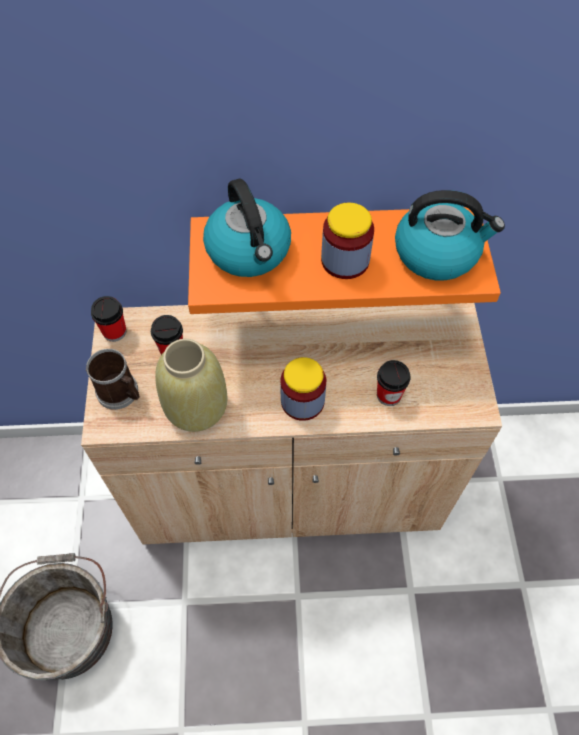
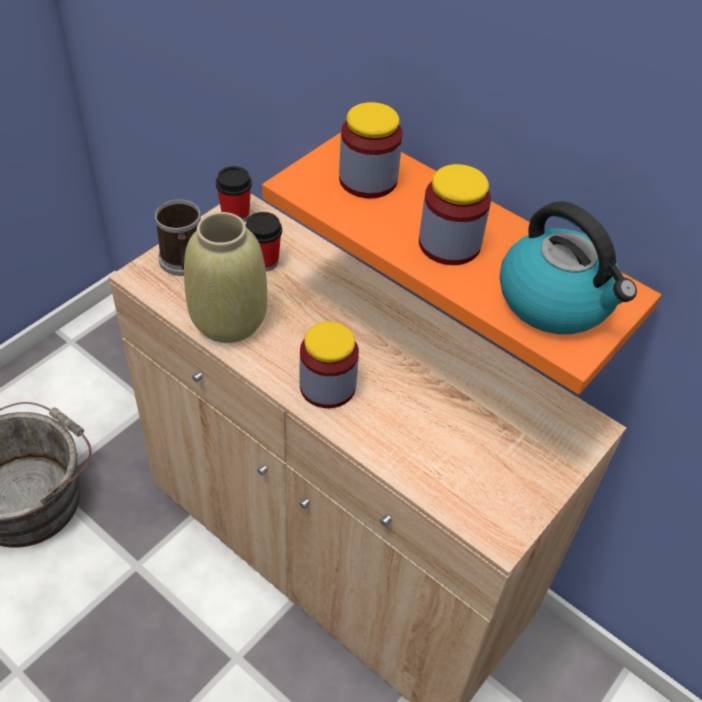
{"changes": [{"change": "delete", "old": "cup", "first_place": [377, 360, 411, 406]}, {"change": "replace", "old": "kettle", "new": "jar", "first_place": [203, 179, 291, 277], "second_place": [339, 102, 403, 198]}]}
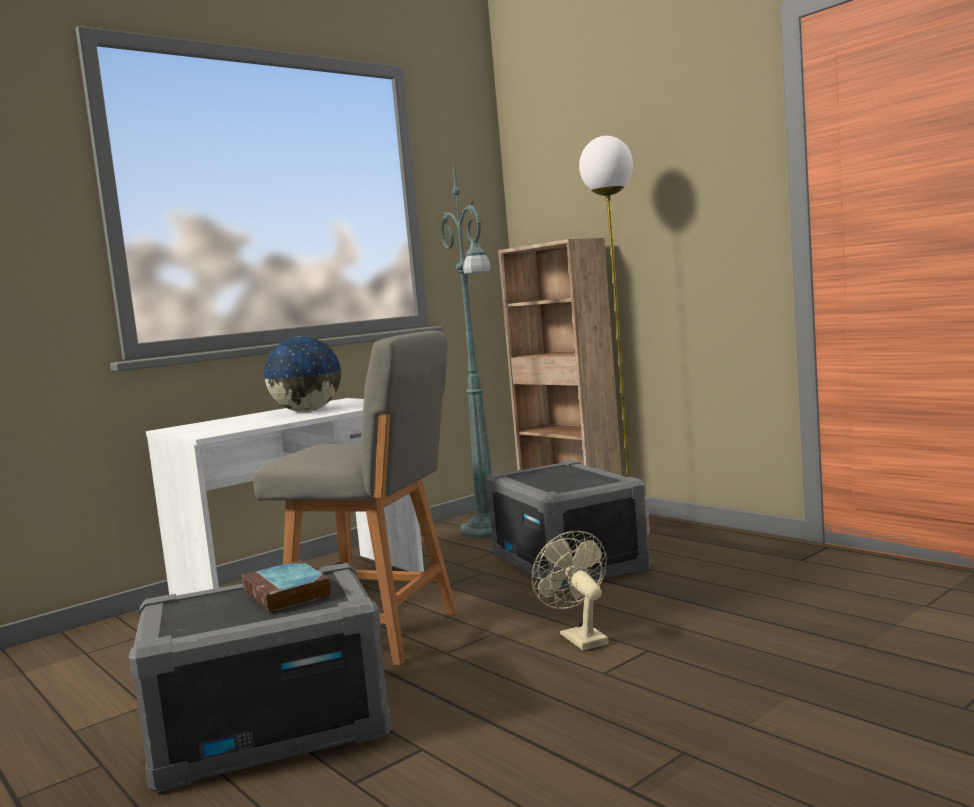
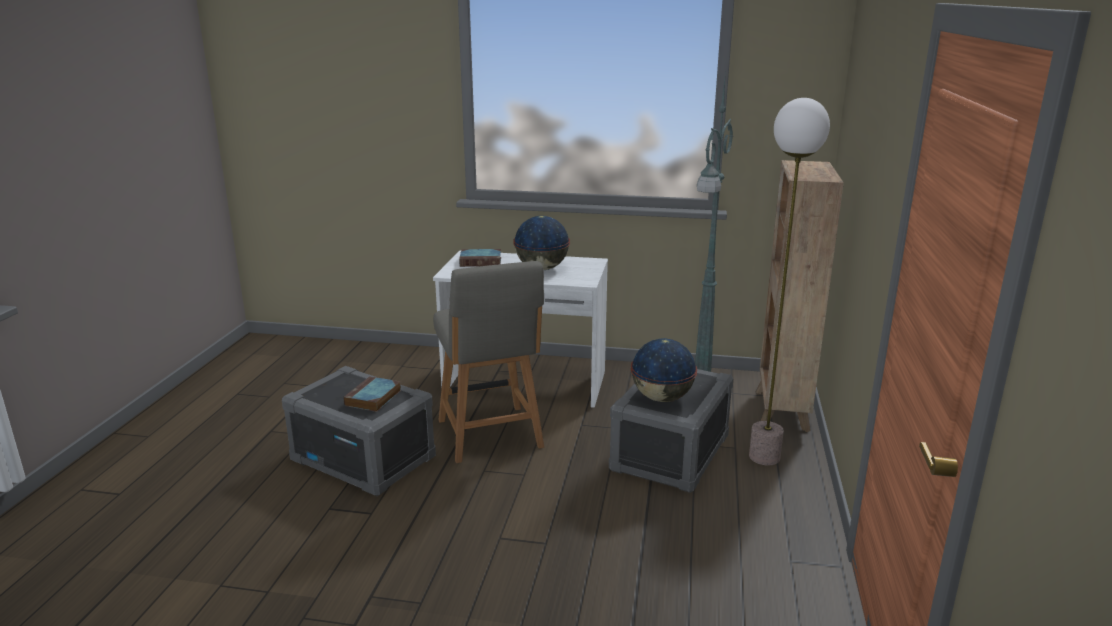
{"changes": [{"change": "delete", "old": "fan in beige", "first_place": [531, 531, 609, 650]}, {"change": "insert", "new": "book", "second_place": [459, 249, 501, 267]}, {"change": "insert", "new": "globe", "second_place": [631, 338, 697, 402]}]}
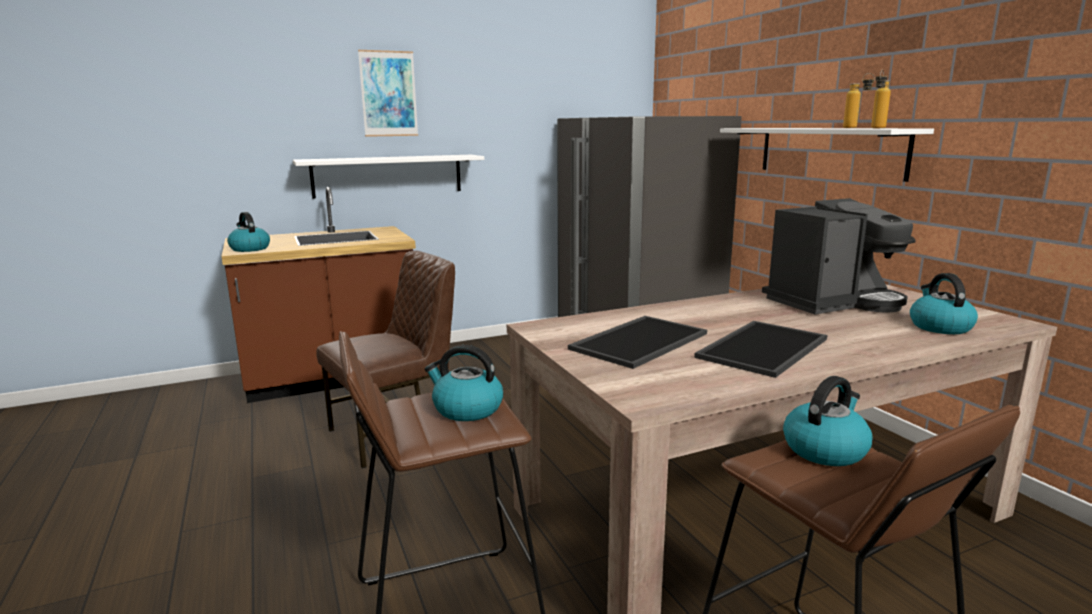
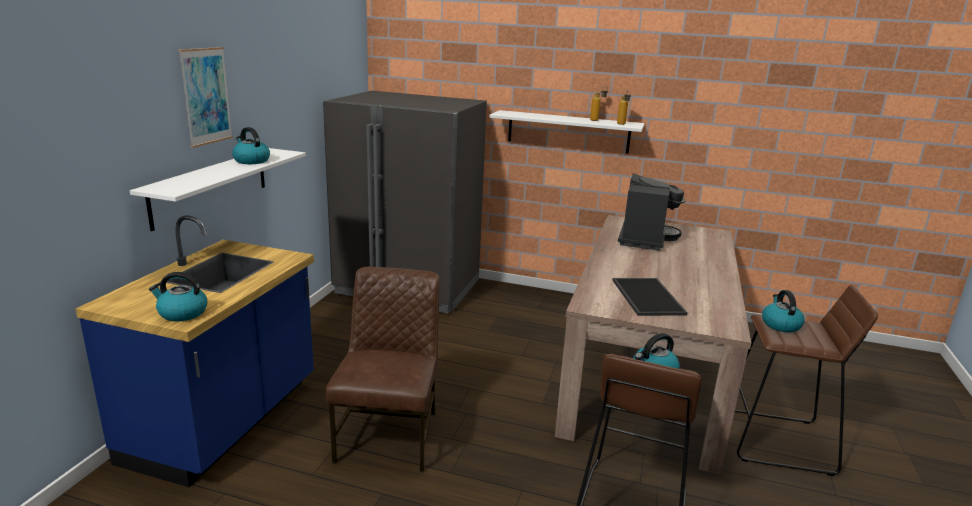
{"changes": [{"change": "delete", "old": "tray", "first_place": [694, 321, 827, 378]}, {"change": "move", "old": "kettle", "first_place": [910, 273, 978, 334], "second_place": [232, 127, 270, 164]}, {"change": "recolor", "old": "counter in brown", "new": "counter in blue", "first_place": [221, 187, 416, 403], "second_place": [76, 215, 314, 487]}]}
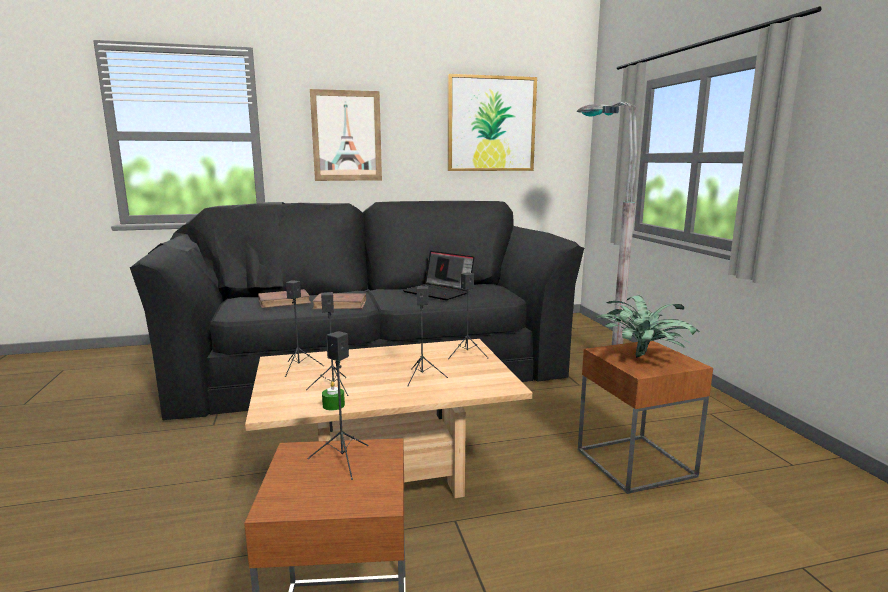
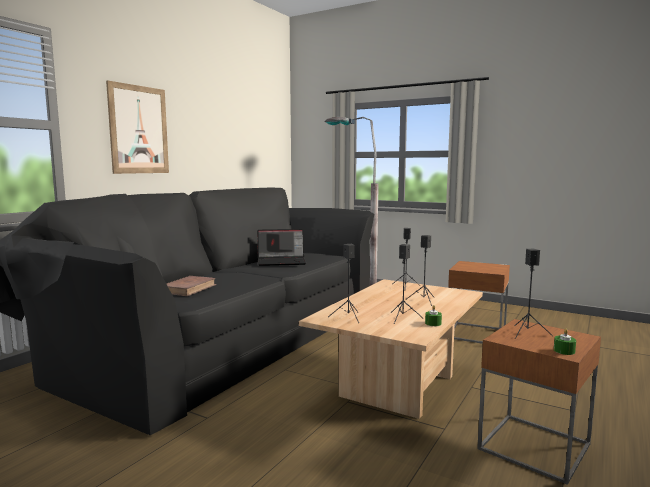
{"changes": [{"change": "delete", "old": "book in brown", "first_place": [312, 293, 366, 309]}, {"change": "delete", "old": "picture", "first_place": [448, 74, 537, 171]}, {"change": "delete", "old": "potted plant", "first_place": [595, 295, 699, 358]}, {"change": "insert", "new": "candle in green", "second_place": [554, 329, 576, 355]}]}
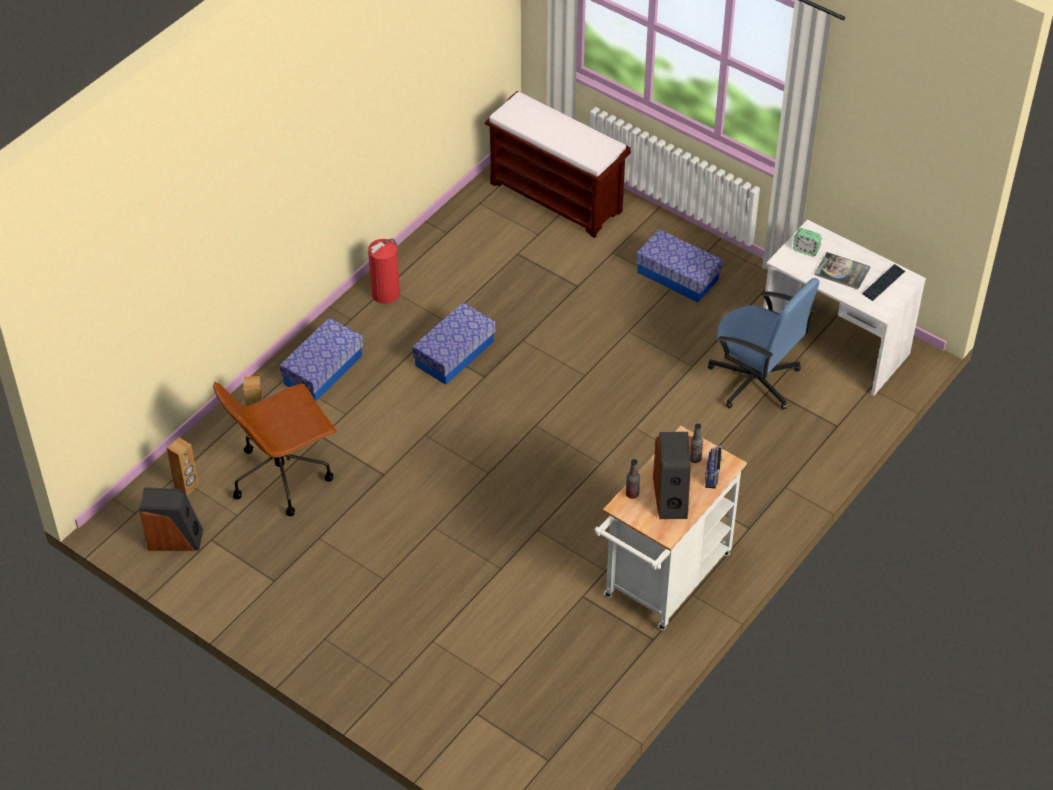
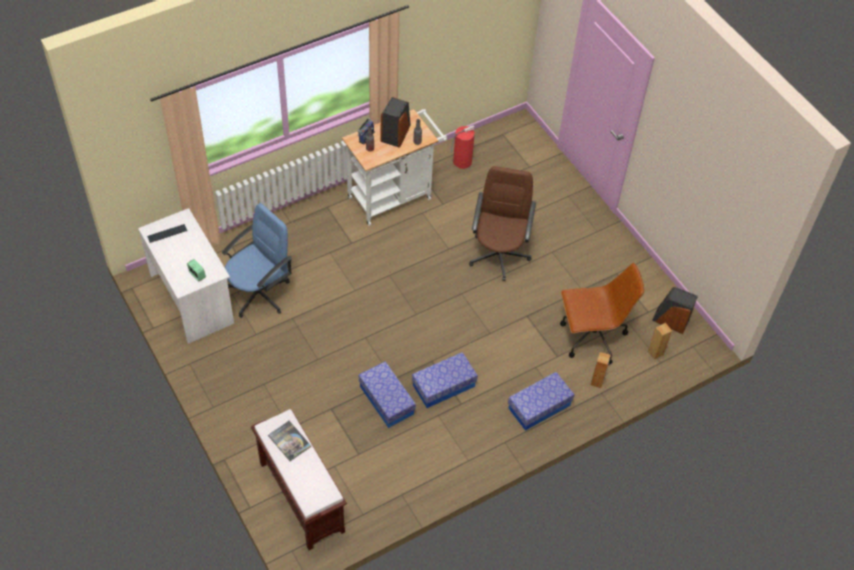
{"changes": [{"change": "insert", "new": "office chair in brown", "second_place": [469, 166, 536, 281]}, {"change": "move", "old": "fire extinguisher", "first_place": [368, 239, 400, 304], "second_place": [451, 125, 475, 169]}, {"change": "move", "old": "storage box", "first_place": [636, 229, 723, 302], "second_place": [359, 361, 416, 428]}, {"change": "move", "old": "book", "first_place": [814, 252, 871, 289], "second_place": [268, 421, 311, 461]}, {"change": "rotate", "old": "office chair in blue", "first_place": [708, 278, 820, 410], "second_place": [222, 203, 292, 318], "degrees": 75}]}
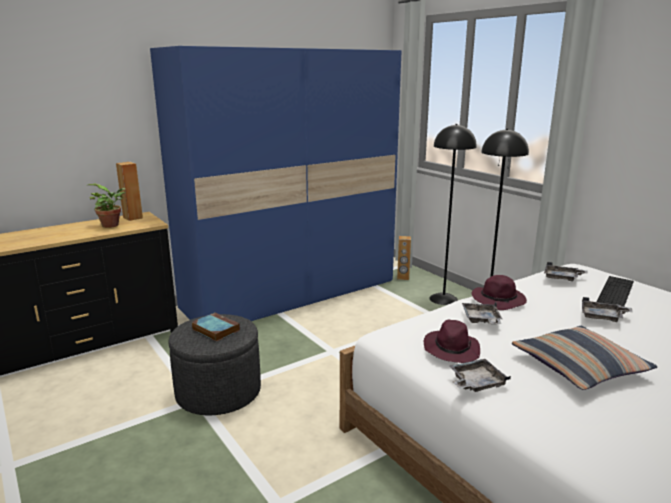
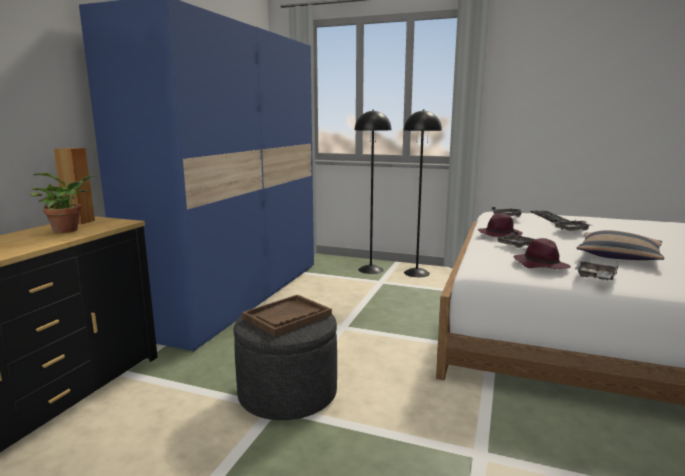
{"changes": [{"change": "delete", "old": "speaker in brown", "first_place": [397, 236, 411, 280]}, {"change": "replace", "old": "book", "new": "tray in brown", "first_place": [192, 312, 240, 342], "second_place": [242, 295, 332, 337]}]}
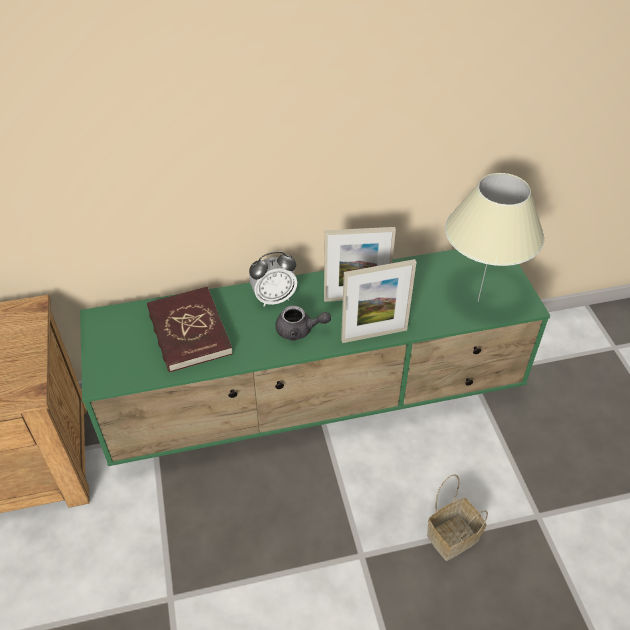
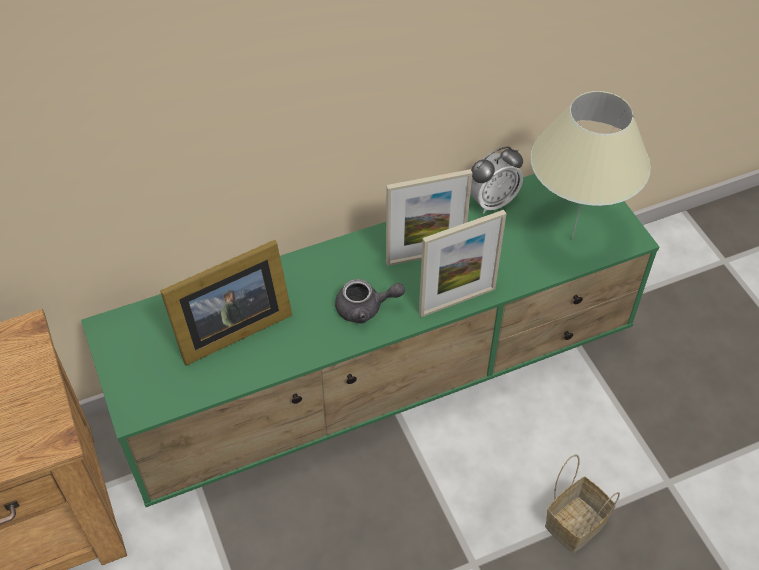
{"changes": [{"change": "move", "old": "alarm clock", "first_place": [249, 251, 297, 306], "second_place": [470, 147, 523, 213]}, {"change": "replace", "old": "book in red", "new": "picture frame", "first_place": [147, 287, 233, 373], "second_place": [160, 240, 292, 366]}]}
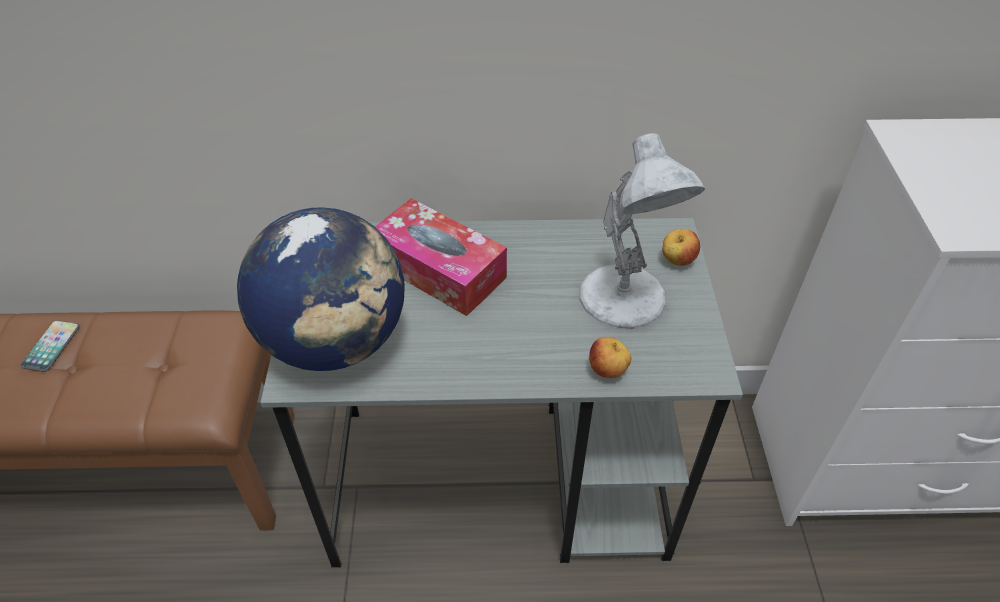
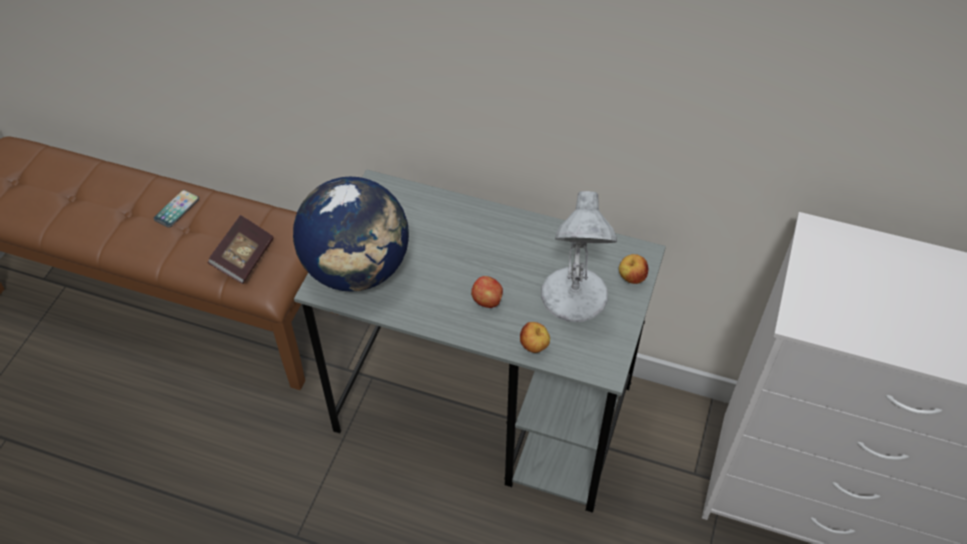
{"changes": [{"change": "delete", "old": "tissue box", "first_place": [375, 198, 507, 316]}, {"change": "insert", "new": "book", "second_place": [207, 215, 274, 284]}, {"change": "insert", "new": "apple", "second_place": [471, 276, 503, 308]}]}
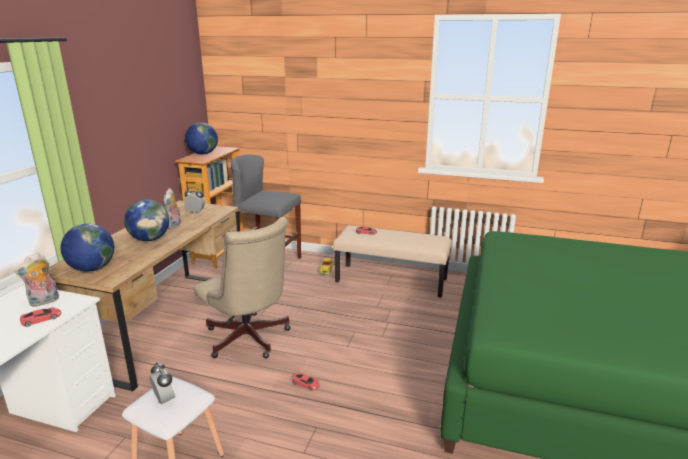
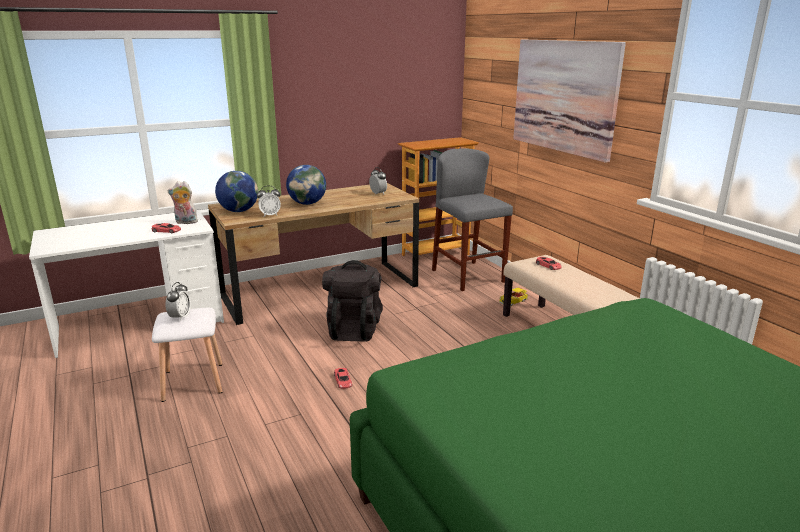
{"changes": [{"change": "delete", "old": "plush toy", "first_place": [163, 188, 181, 229]}, {"change": "delete", "old": "globe", "first_place": [185, 122, 218, 155]}, {"change": "insert", "new": "alarm clock", "second_place": [257, 186, 281, 217]}, {"change": "insert", "new": "picture", "second_place": [513, 40, 626, 163]}, {"change": "replace", "old": "office chair in beige", "new": "backpack in black", "first_place": [194, 217, 291, 358], "second_place": [322, 260, 383, 342]}]}
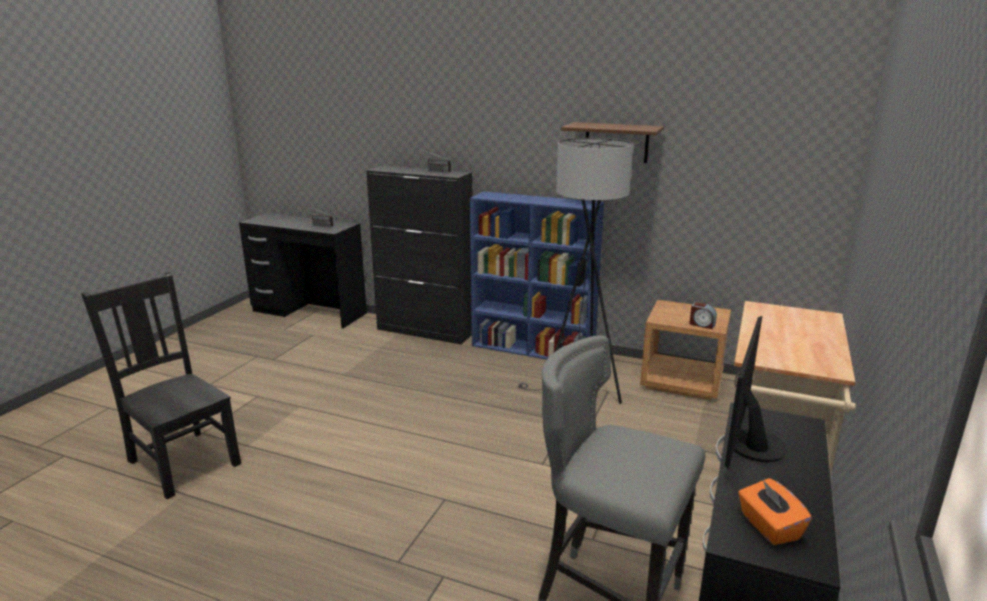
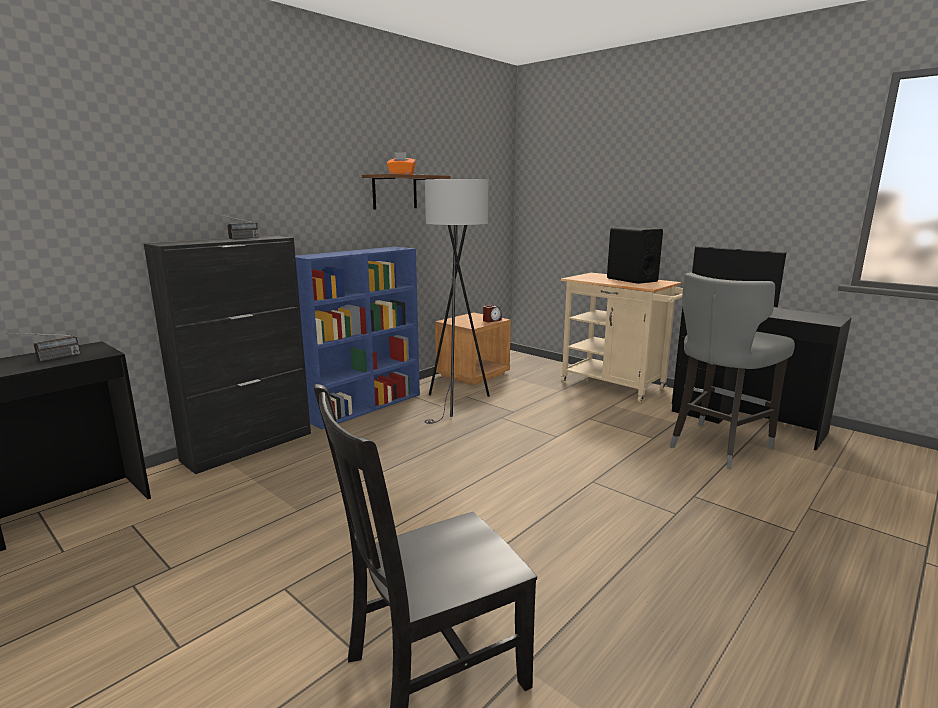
{"changes": [{"change": "insert", "new": "speaker in black", "second_place": [607, 227, 663, 284]}, {"change": "move", "old": "tissue box in orange", "first_place": [738, 478, 812, 545], "second_place": [387, 152, 416, 174]}]}
